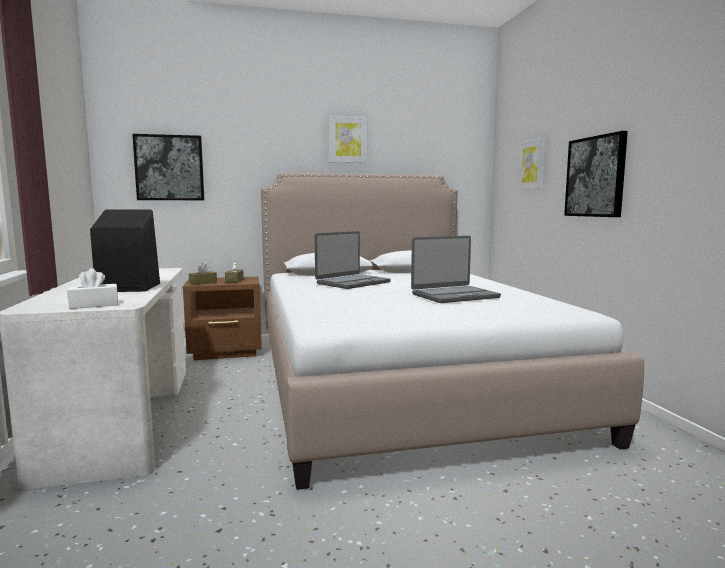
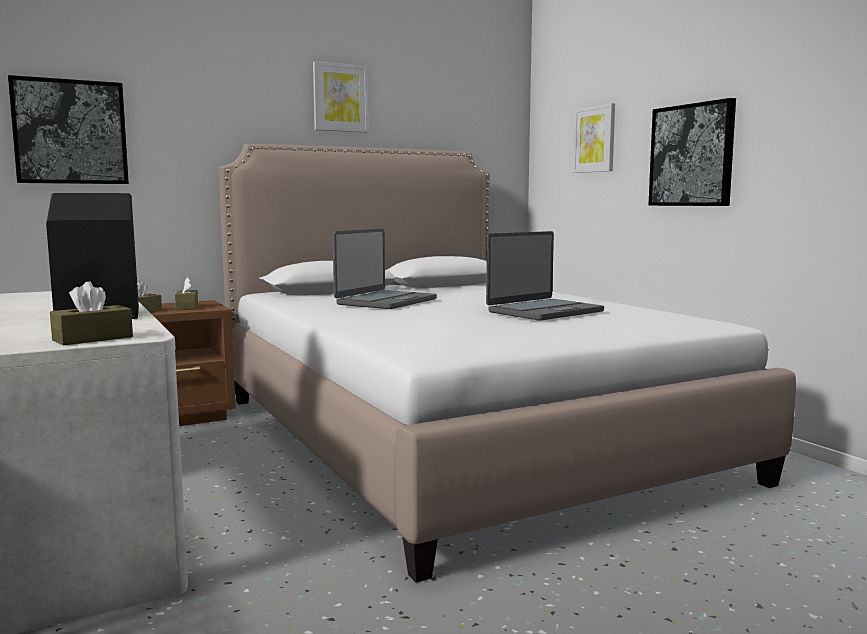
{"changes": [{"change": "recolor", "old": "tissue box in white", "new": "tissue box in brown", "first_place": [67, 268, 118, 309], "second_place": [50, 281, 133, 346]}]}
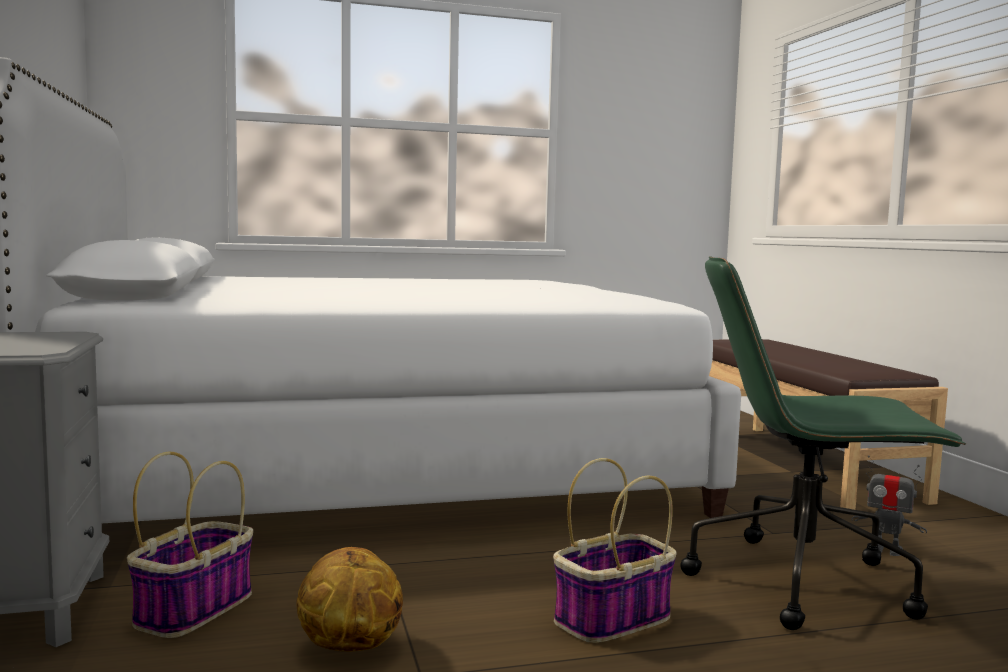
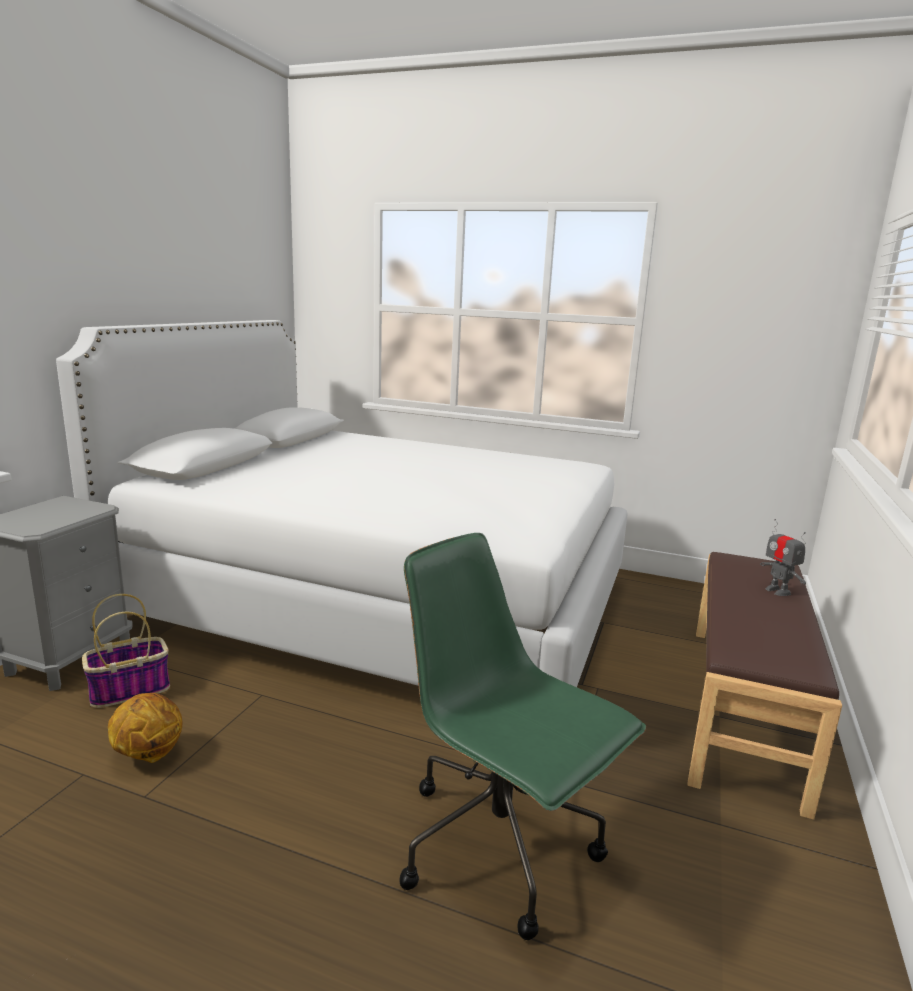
{"changes": [{"change": "delete", "old": "basket", "first_place": [553, 458, 677, 643]}, {"change": "move", "old": "toy robot", "first_place": [852, 455, 927, 556], "second_place": [760, 519, 806, 596]}]}
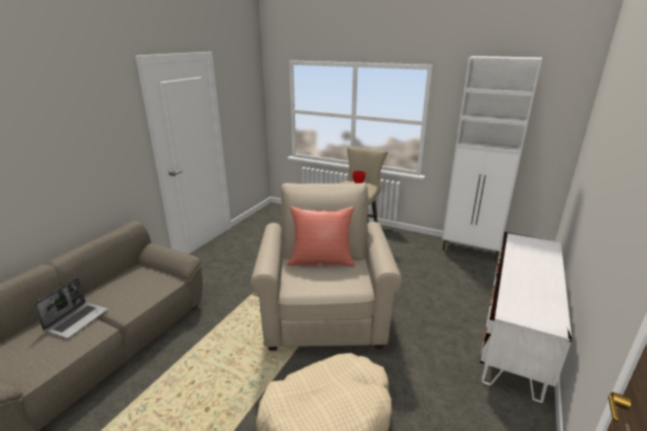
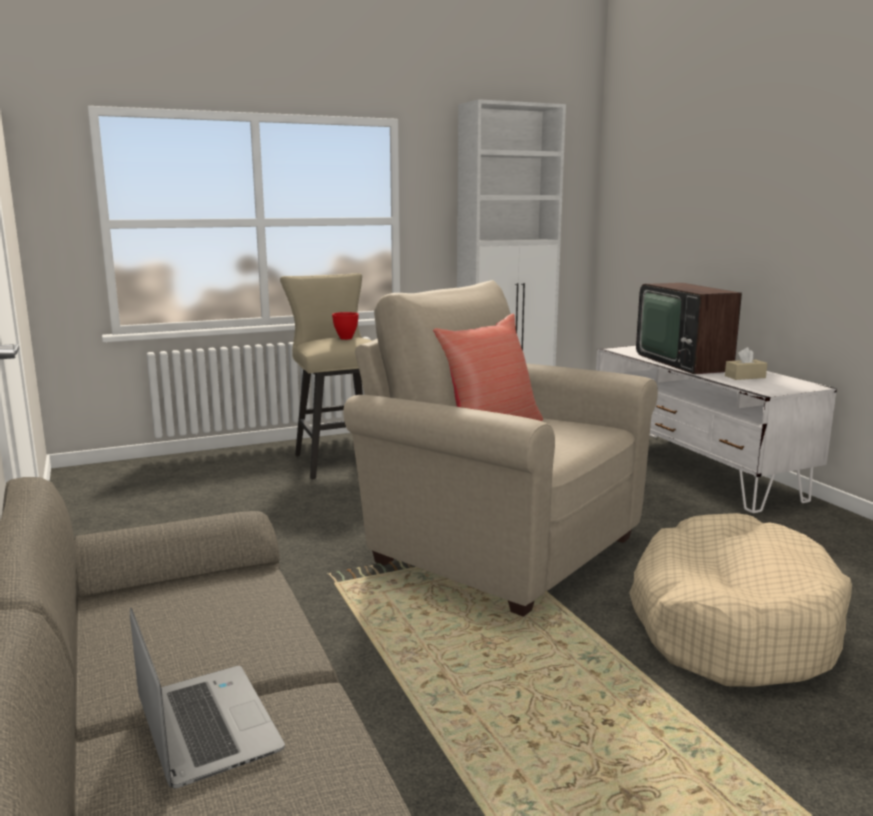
{"changes": [{"change": "insert", "new": "television", "second_place": [636, 283, 742, 374]}, {"change": "insert", "new": "tissue box in beige", "second_place": [725, 347, 768, 380]}]}
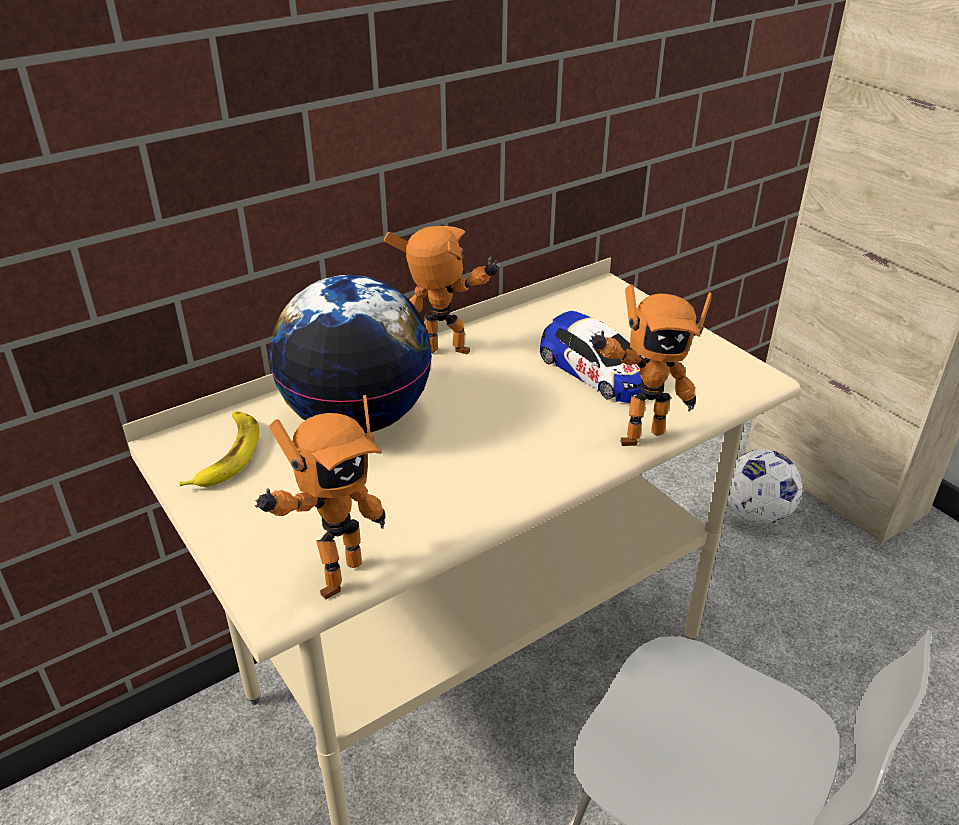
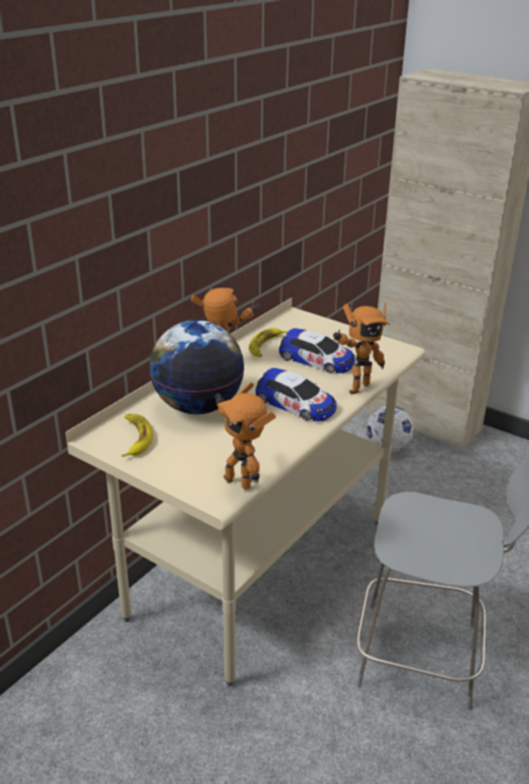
{"changes": [{"change": "insert", "new": "banana", "second_place": [249, 328, 288, 357]}, {"change": "insert", "new": "toy car", "second_place": [256, 368, 337, 421]}, {"change": "rotate", "old": "toy robot", "first_place": [255, 395, 386, 599], "second_place": [214, 382, 276, 490], "degrees": 120}]}
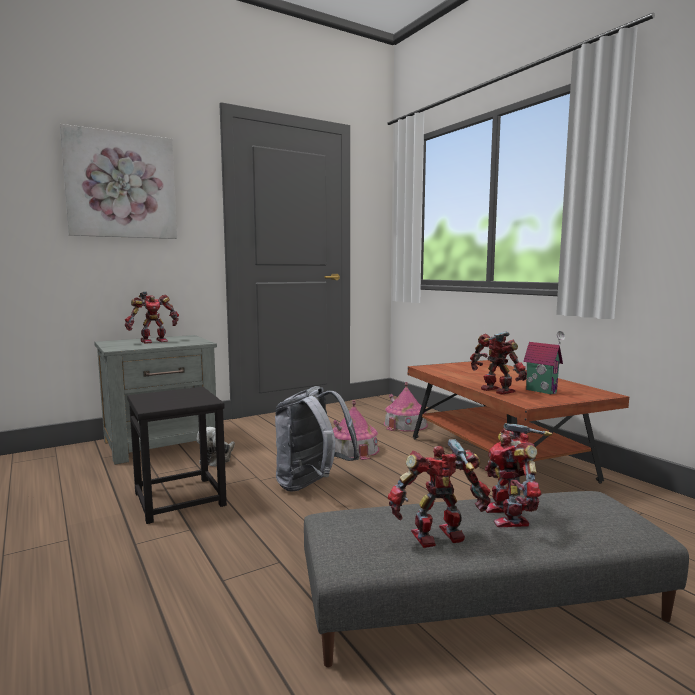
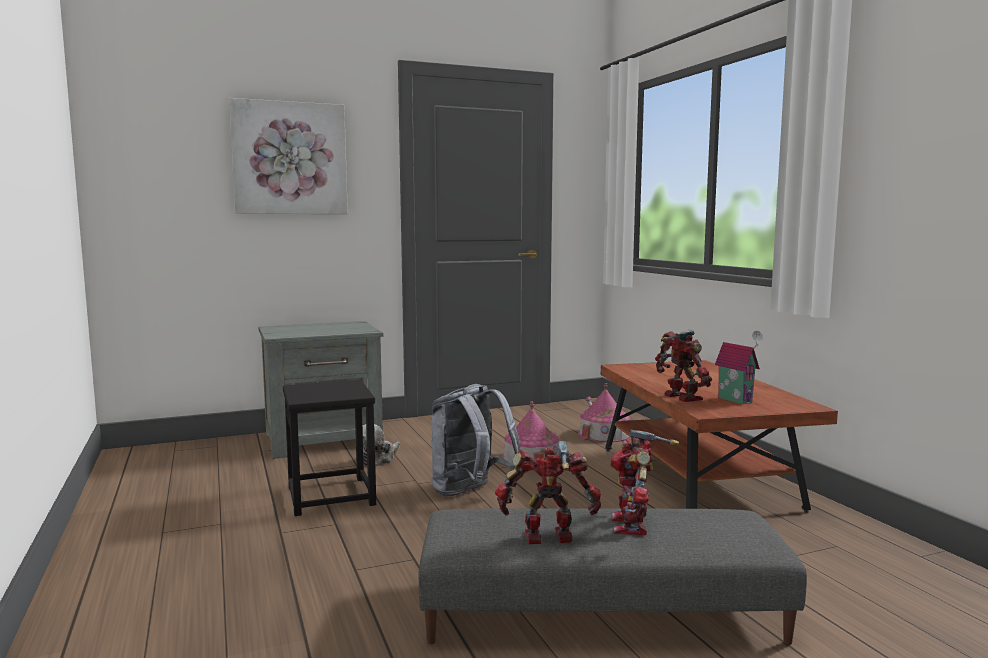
{"changes": [{"change": "delete", "old": "toy robot", "first_place": [125, 291, 179, 344]}]}
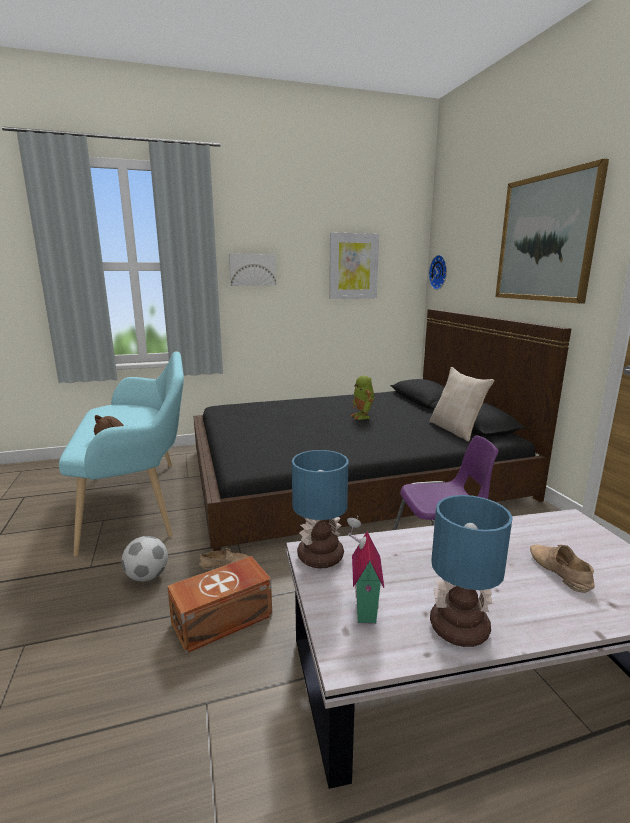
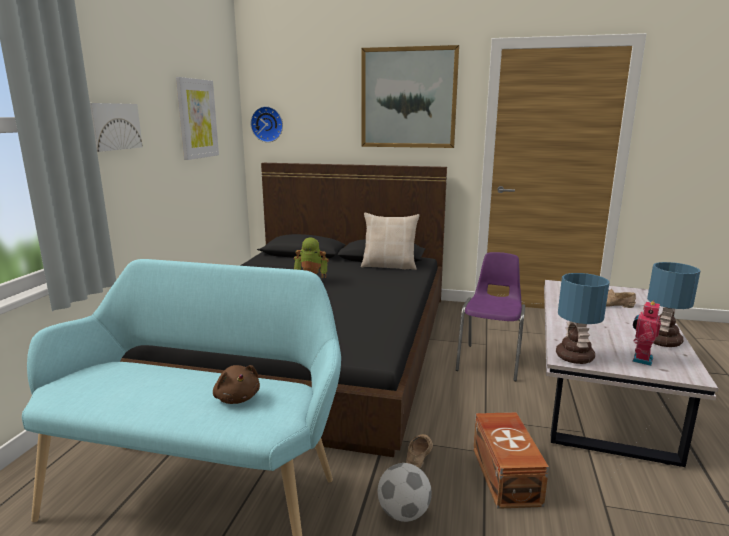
{"changes": [{"change": "replace", "old": "toy house", "new": "toy robot", "first_place": [347, 516, 384, 624], "second_place": [632, 300, 661, 366]}]}
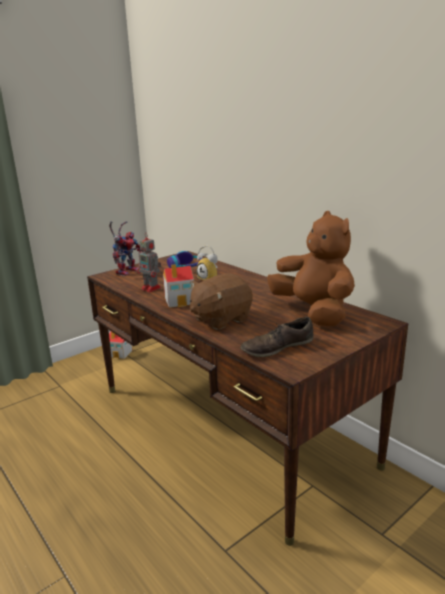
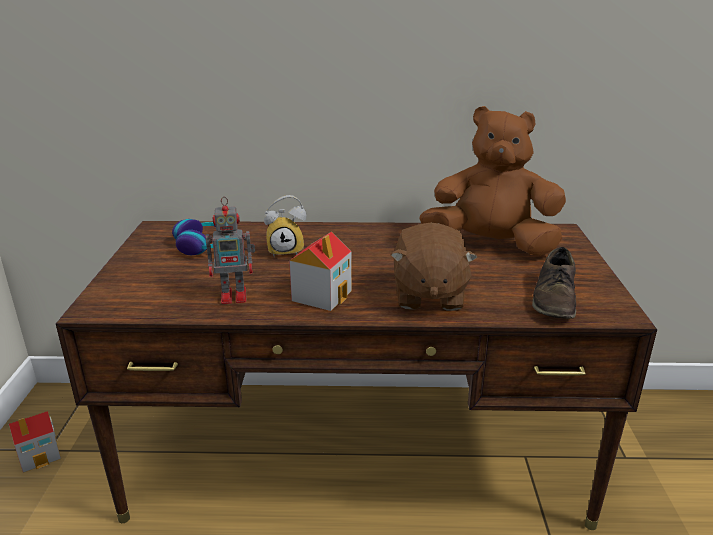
{"changes": [{"change": "delete", "old": "toy robot", "first_place": [109, 221, 144, 276]}]}
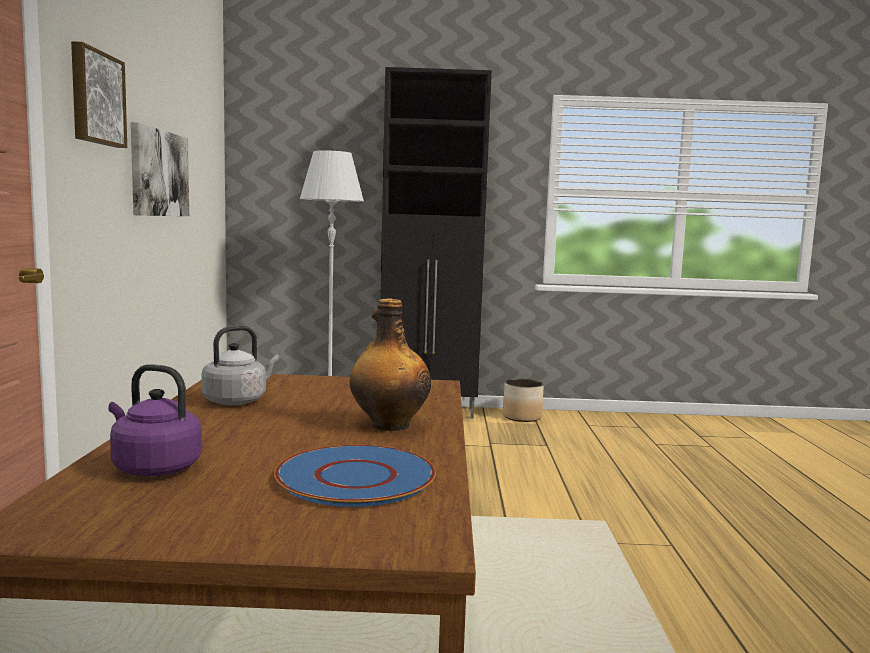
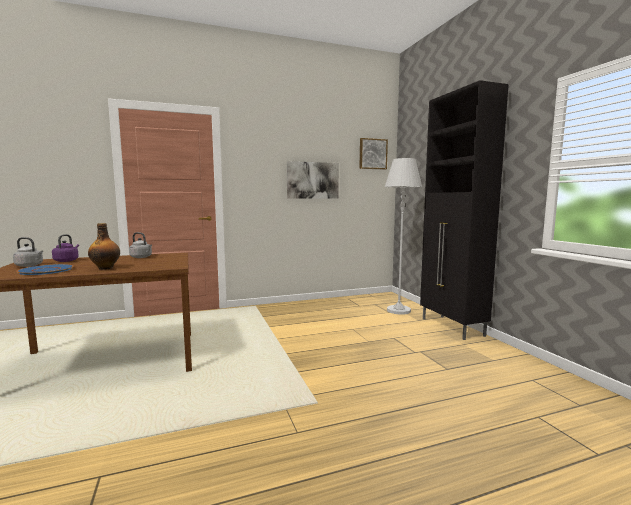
{"changes": [{"change": "delete", "old": "planter", "first_place": [503, 379, 544, 422]}, {"change": "insert", "new": "kettle in grey", "second_place": [13, 237, 43, 267]}, {"change": "move", "old": "picture", "first_place": [71, 41, 127, 148], "second_place": [359, 138, 388, 169]}]}
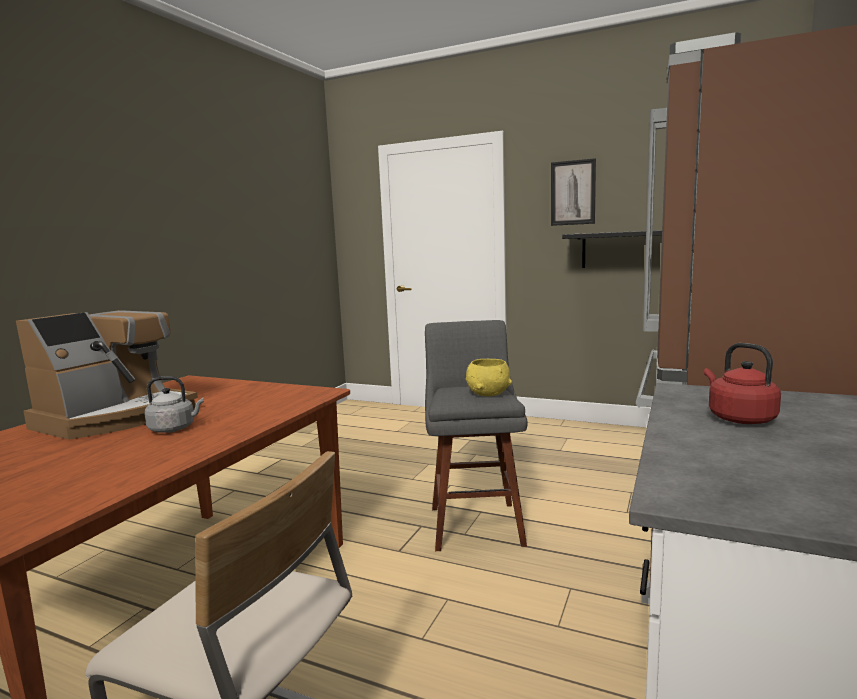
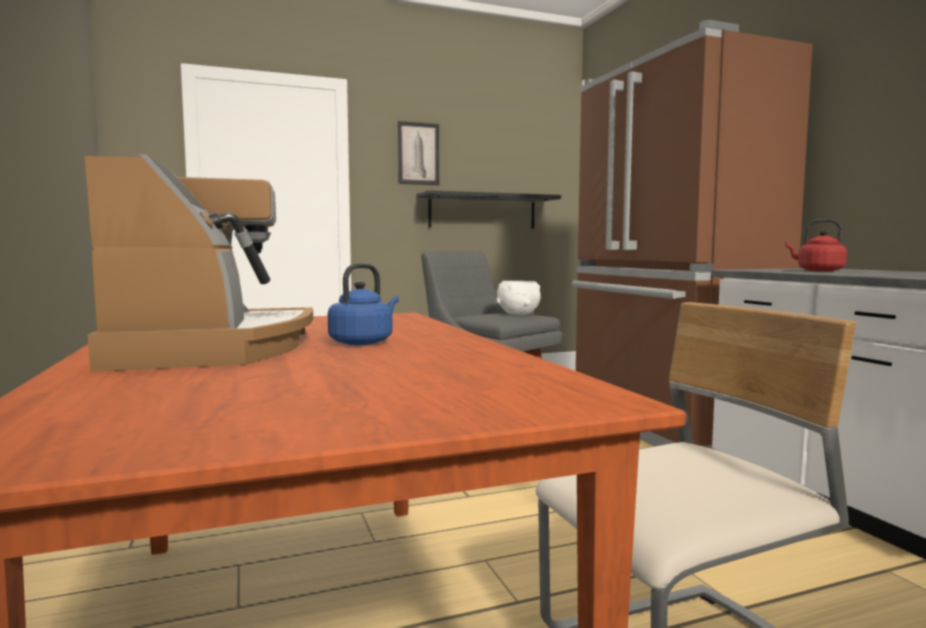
{"changes": [{"change": "recolor", "old": "kettle in grey", "new": "kettle in blue", "first_place": [144, 376, 204, 433], "second_place": [328, 263, 399, 345]}, {"change": "recolor", "old": "bowl in yellow", "new": "bowl in white", "first_place": [466, 359, 512, 396], "second_place": [496, 281, 541, 315]}]}
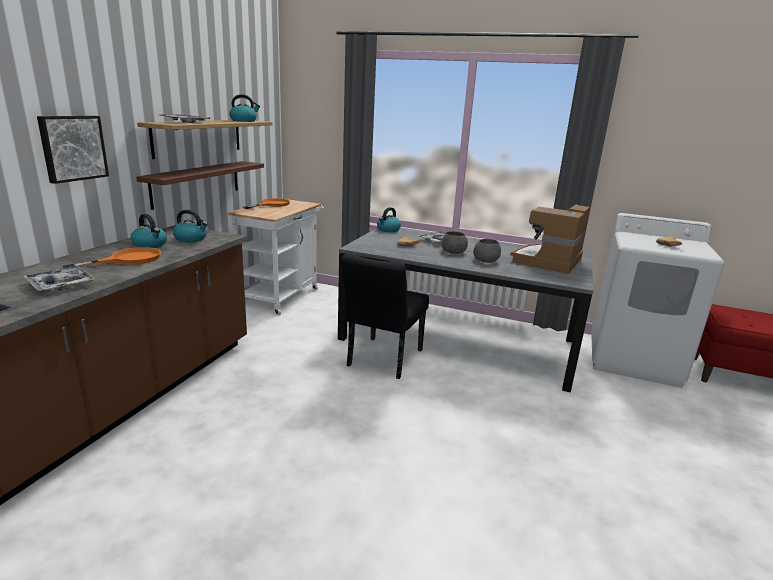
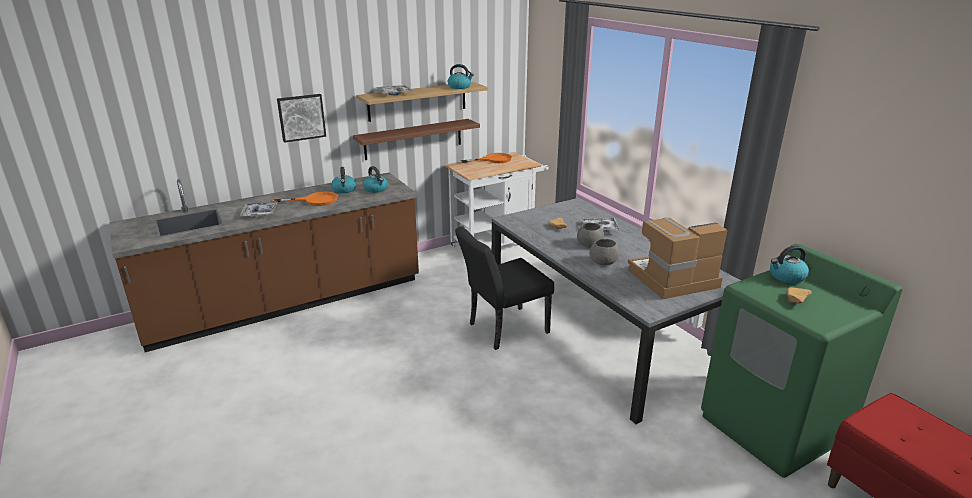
{"changes": [{"change": "move", "old": "kettle", "first_place": [377, 207, 401, 232], "second_place": [770, 245, 809, 283]}, {"change": "recolor", "old": "washing machine in white", "new": "washing machine in green", "first_place": [591, 213, 725, 388], "second_place": [701, 244, 902, 478]}]}
